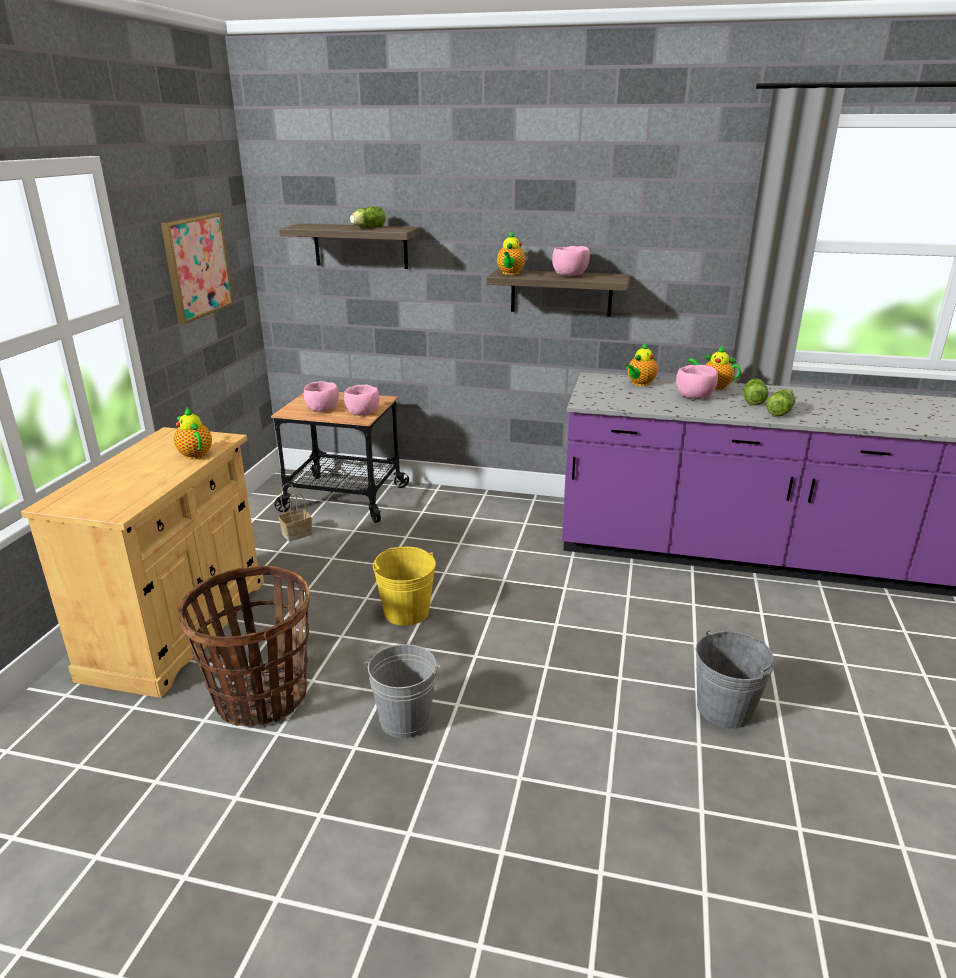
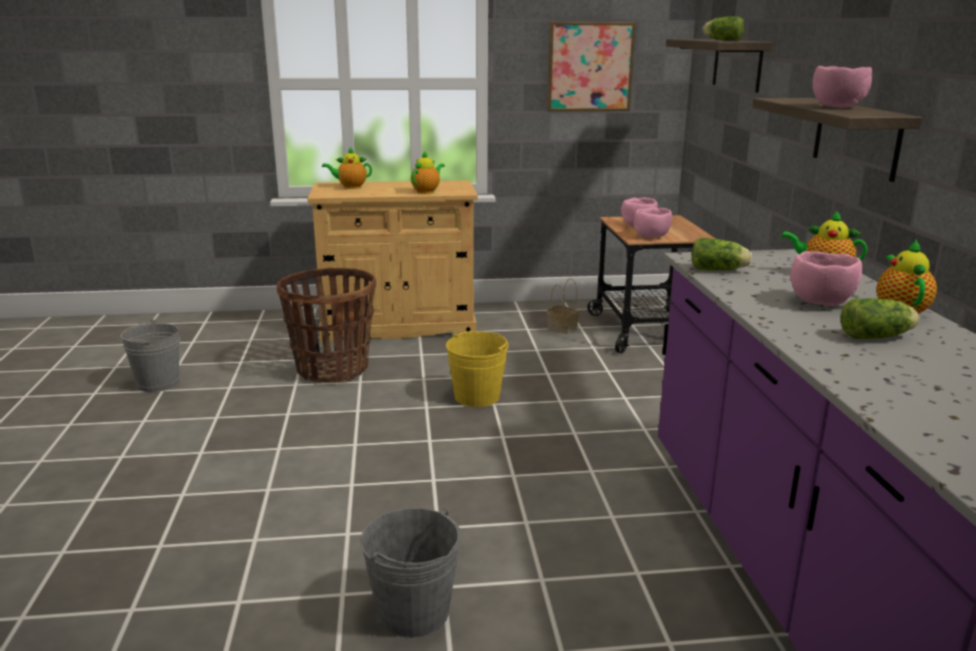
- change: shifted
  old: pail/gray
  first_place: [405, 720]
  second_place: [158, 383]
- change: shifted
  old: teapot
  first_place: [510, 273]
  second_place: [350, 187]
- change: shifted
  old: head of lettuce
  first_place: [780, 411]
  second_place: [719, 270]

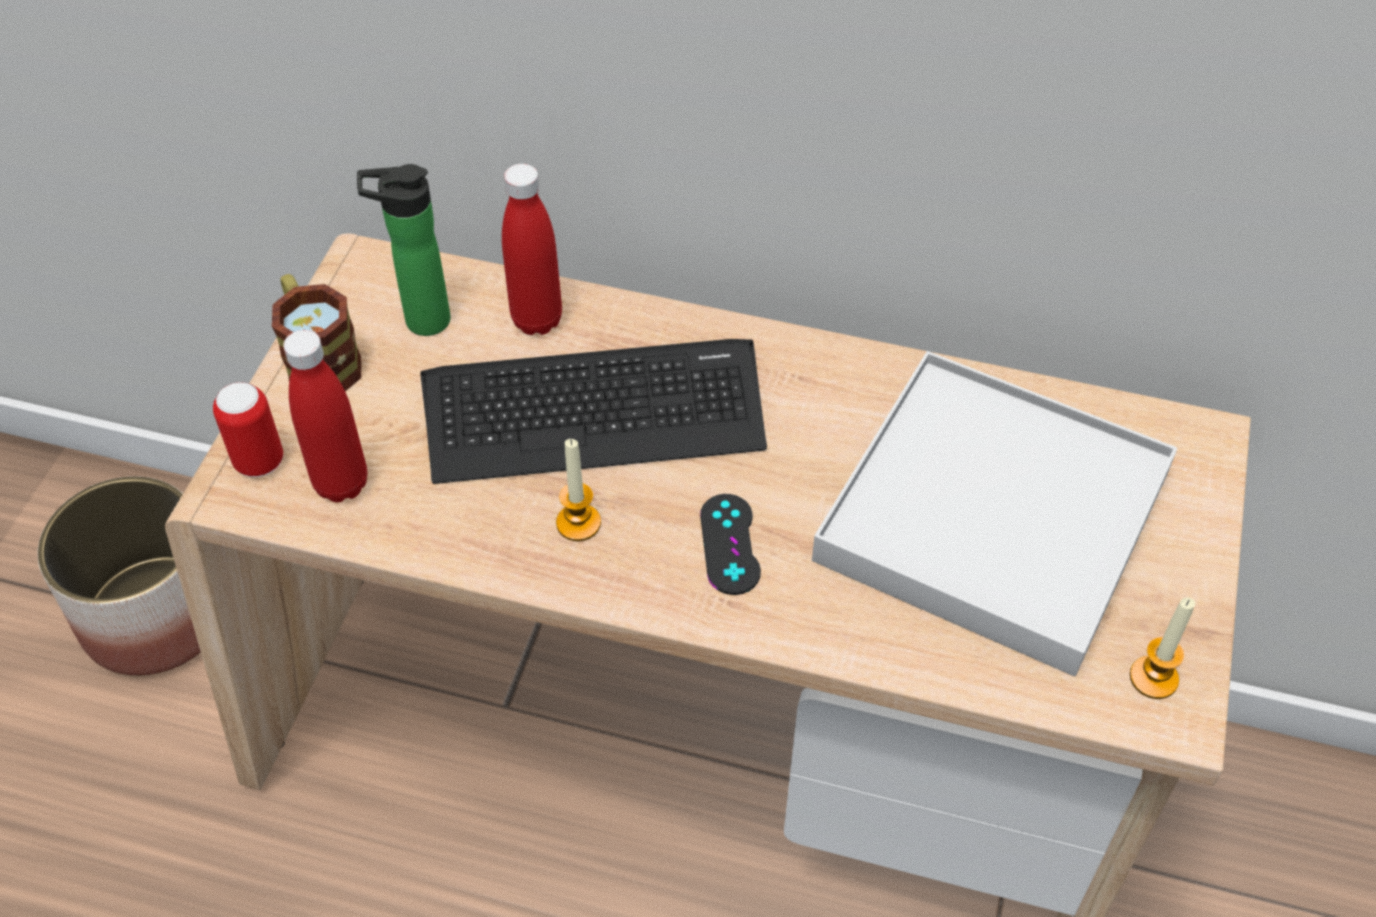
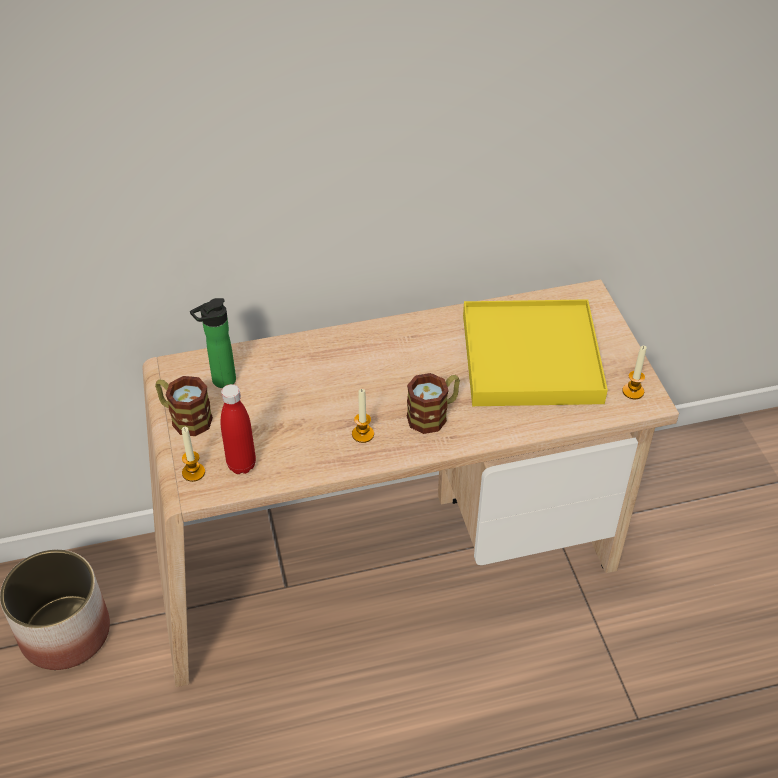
- change: swapped
  old: can
  new: wax candle
  first_place: [259, 461]
  second_place: [193, 472]
- change: gone
  old: keyboard
  first_place: [594, 411]
- change: gone
  old: beverage bottle/red
  first_place: [537, 320]
- change: swapped
  old: gamepad/black-coloured
  new: mug
  first_place: [730, 544]
  second_place: [433, 414]
- change: repainted
  old: serving tray/whitish
  new: serving tray/yellow
  first_place: [994, 516]
  second_place: [531, 358]

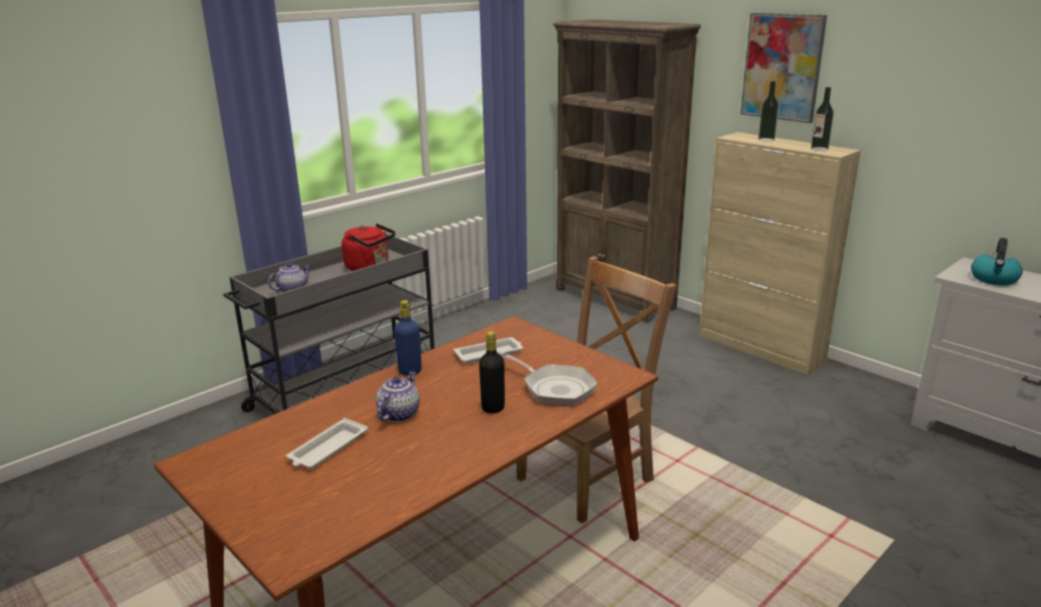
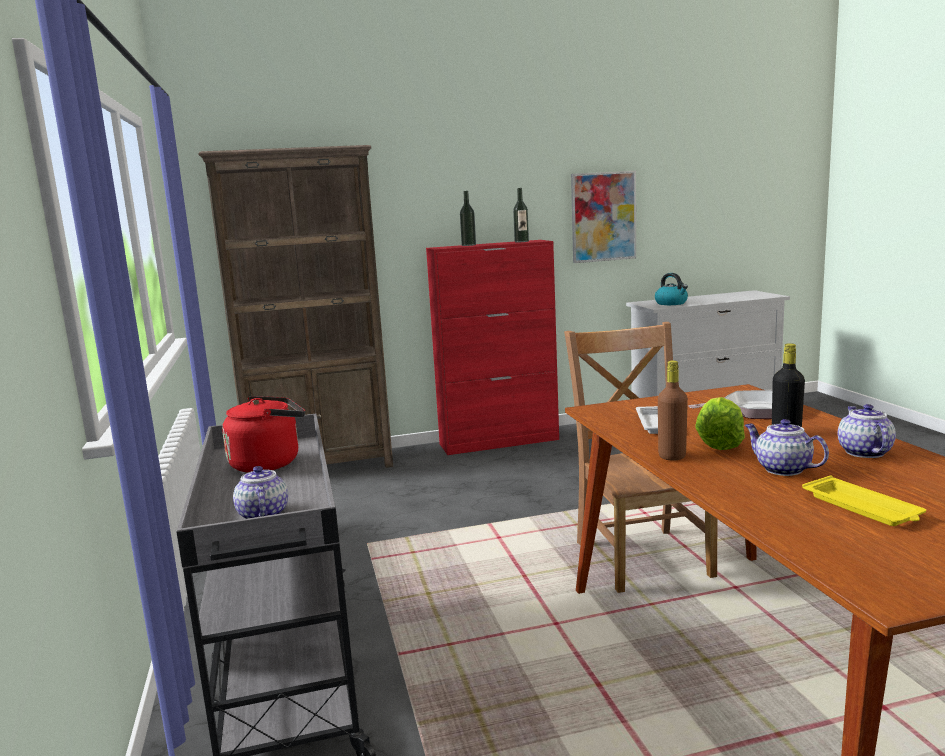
- change: repainted
  old: serving tray/whitish
  new: serving tray/yellow
  first_place: [327, 449]
  second_place: [863, 508]
- change: repainted
  old: beverage bottle/blue
  new: beverage bottle/brown-coloured
  first_place: [410, 371]
  second_place: [672, 456]
- change: repainted
  old: storage cabinet/sand-coloured
  new: storage cabinet/red
  first_place: [760, 348]
  second_place: [499, 442]
- change: shifted
  old: wall art
  first_place: [782, 67]
  second_place: [603, 217]
- change: new
  new: head of lettuce
  second_place: [719, 443]
- change: new
  new: teapot
  second_place: [863, 452]

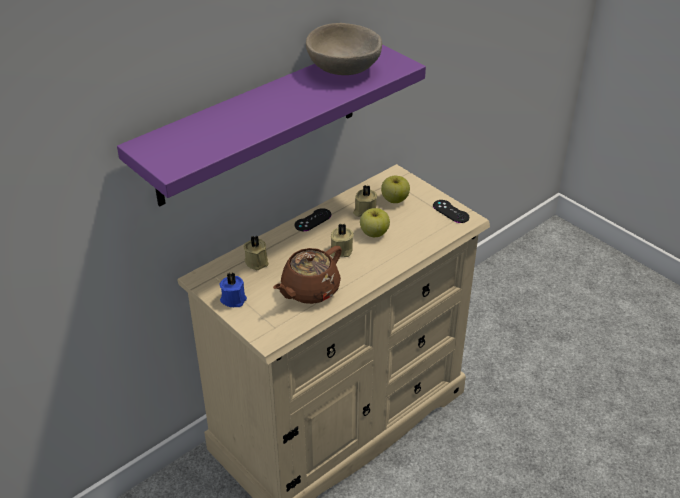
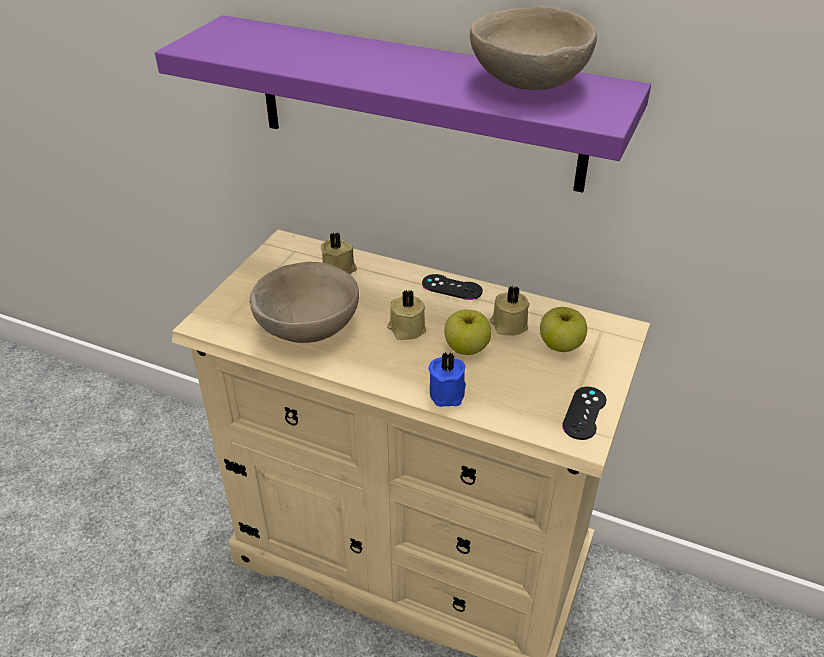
- change: shifted
  old: wax candle/blue
  first_place: [233, 298]
  second_place: [448, 393]
- change: swapped
  old: teapot/brown-coloured
  new: bowl/sand-coloured
  first_place: [309, 290]
  second_place: [309, 327]

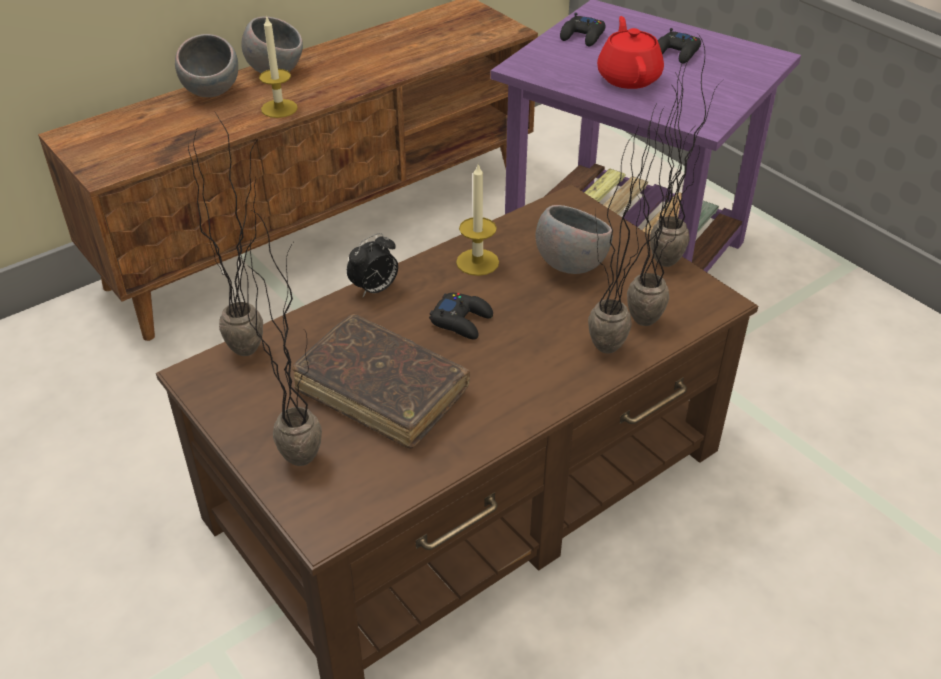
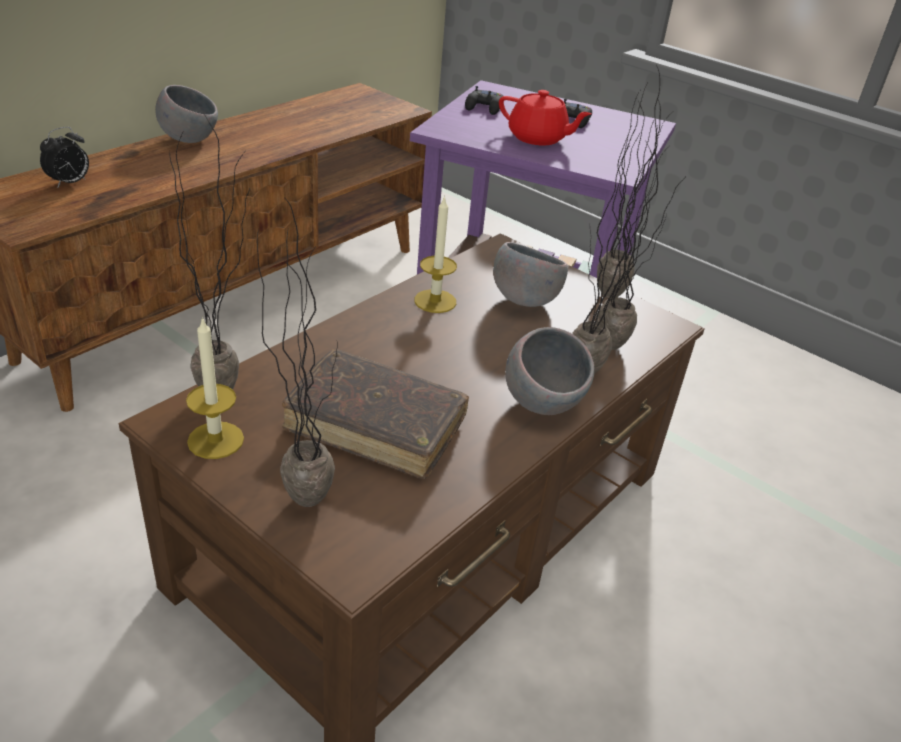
- change: shifted
  old: bowl/gray
  first_place: [212, 92]
  second_place: [542, 403]
- change: shifted
  old: wax candle
  first_place: [279, 108]
  second_place: [215, 440]
- change: shifted
  old: table clock
  first_place: [375, 290]
  second_place: [70, 183]
- change: gone
  old: gamepad/black-coloured
  first_place: [462, 321]
- change: rotated
  old: teapot/red
  first_place: [628, 77]
  second_place: [538, 138]
  degrees: 135

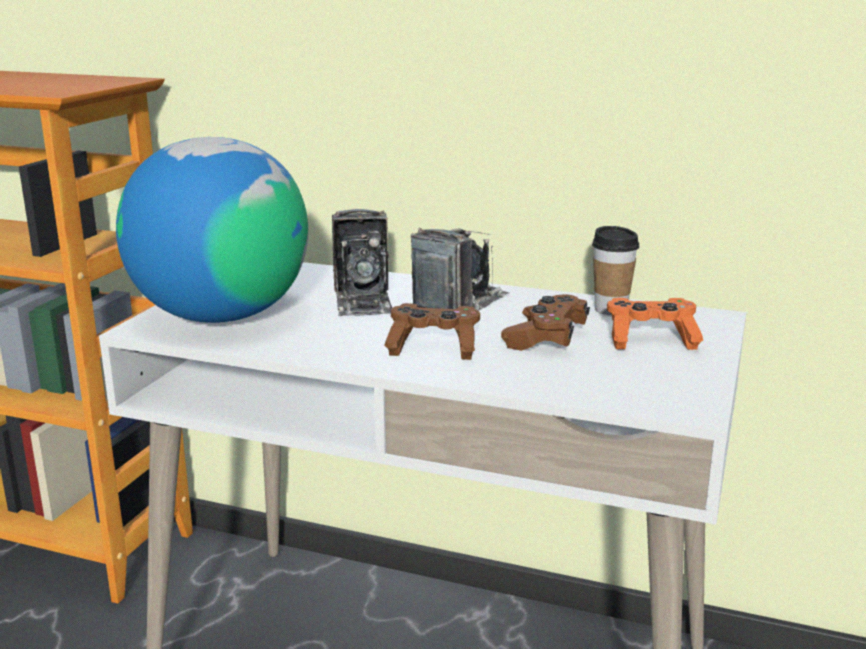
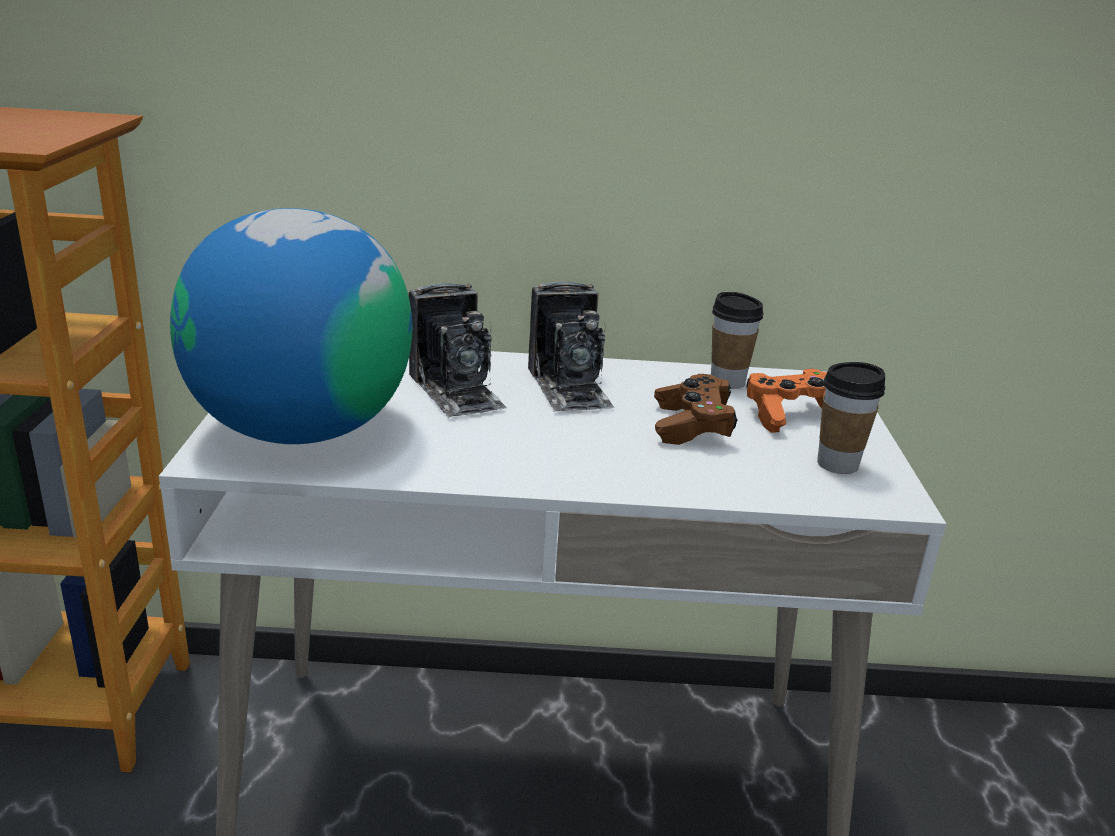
- change: gone
  old: gamepad/brown-coloured
  first_place: [433, 347]
- change: rotated
  old: still camera
  first_place: [461, 304]
  second_place: [569, 387]
  degrees: 150
- change: new
  new: cup
  second_place: [837, 464]

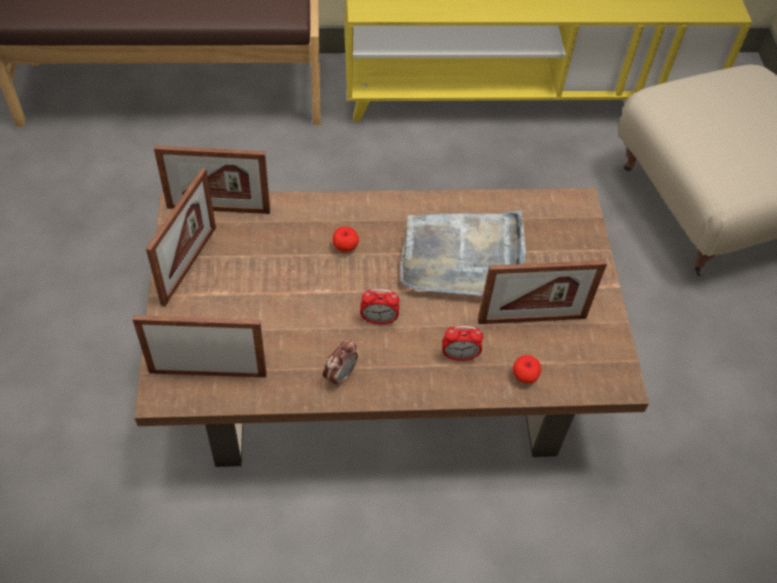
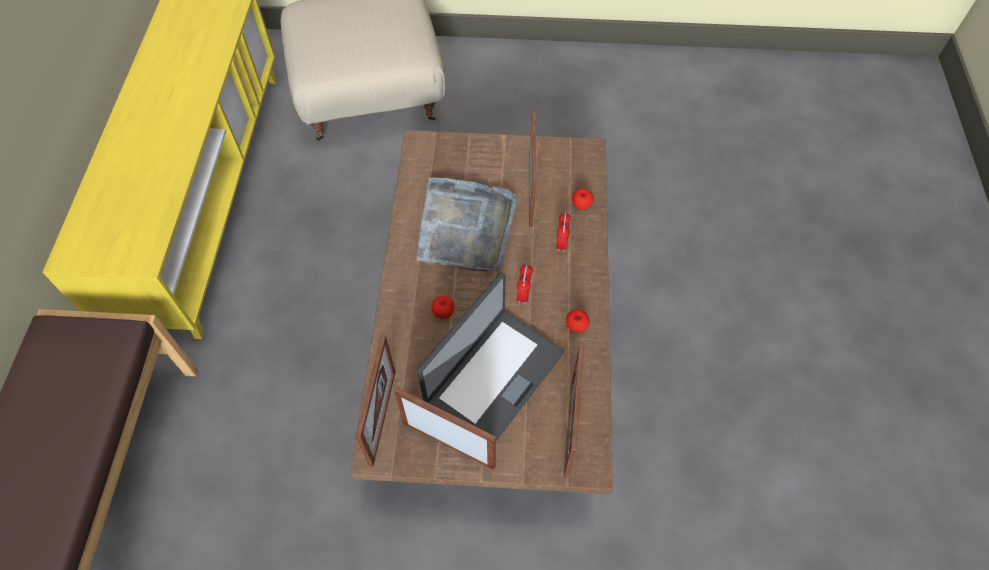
- change: swapped
  old: table clock
  new: apple fruit
  first_place: [340, 375]
  second_place: [576, 326]
- change: new
  new: portable computer
  second_place: [493, 376]

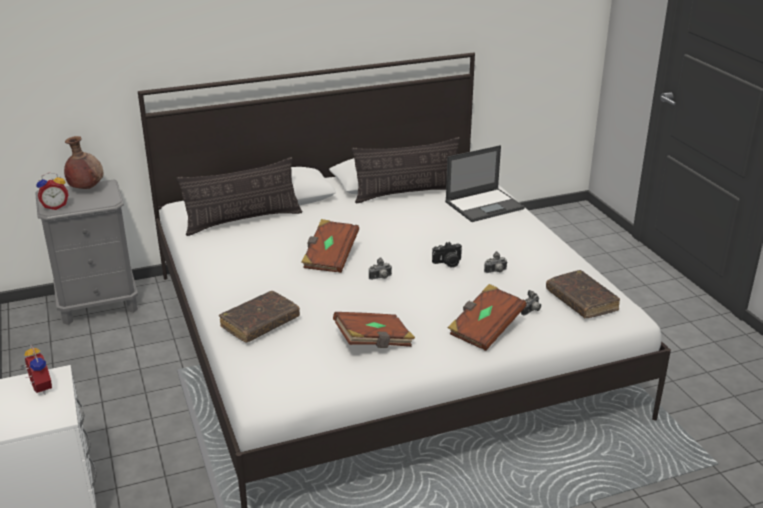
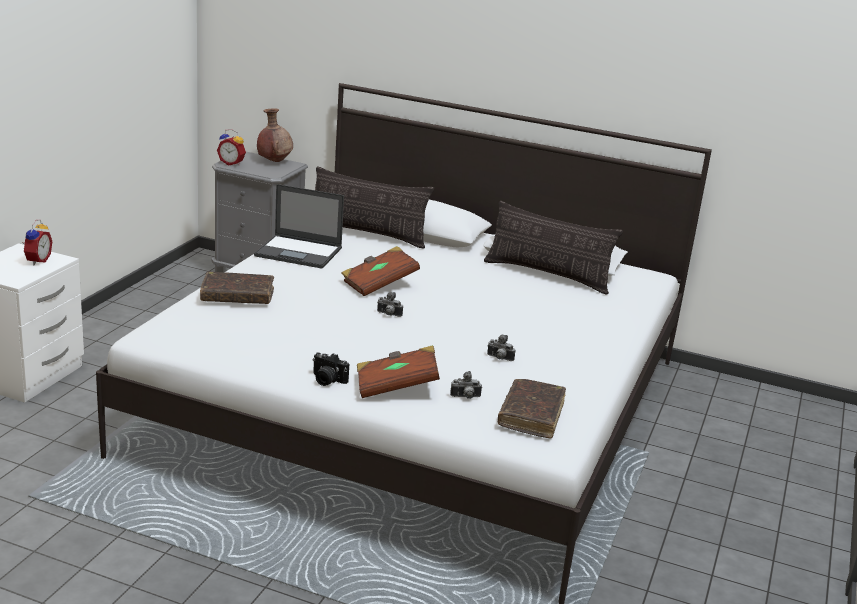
- change: gone
  old: volume/brown-coloured
  first_place: [374, 342]
- change: shifted
  old: still camera
  first_place: [448, 263]
  second_place: [327, 380]
- change: shifted
  old: portable computer
  first_place: [485, 205]
  second_place: [299, 252]

